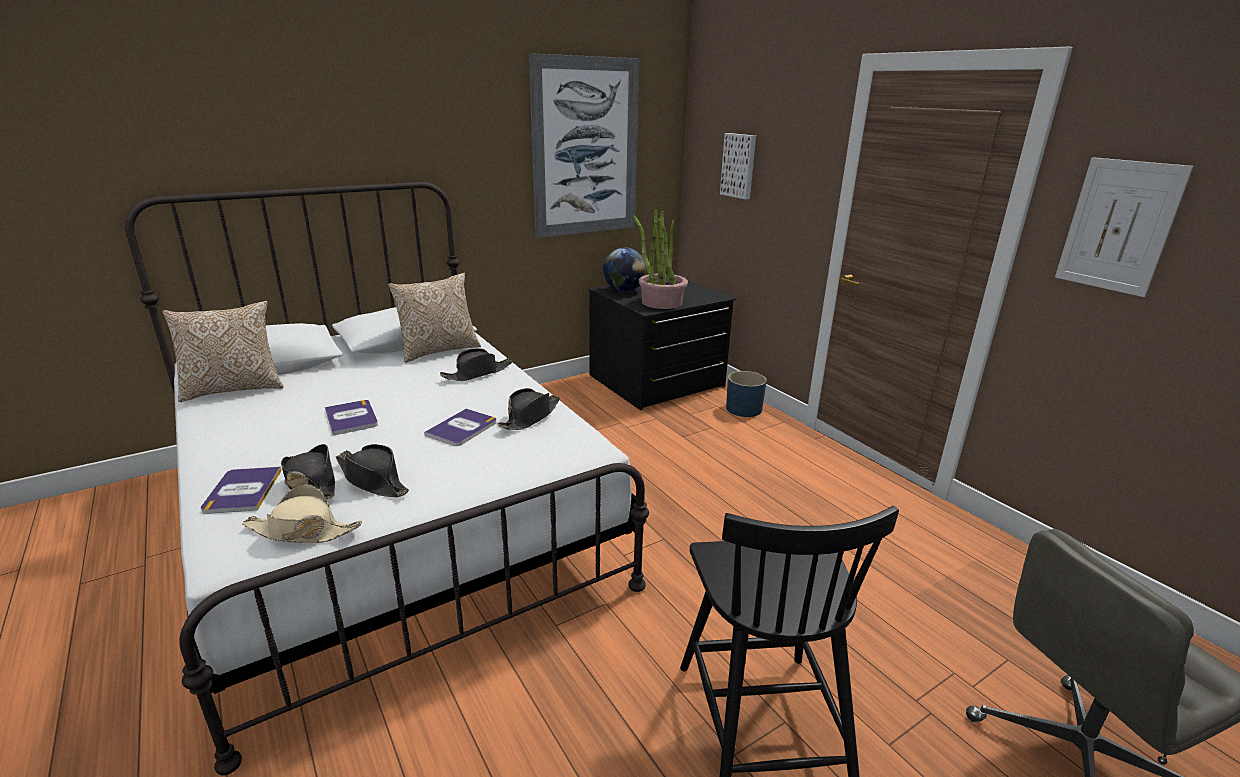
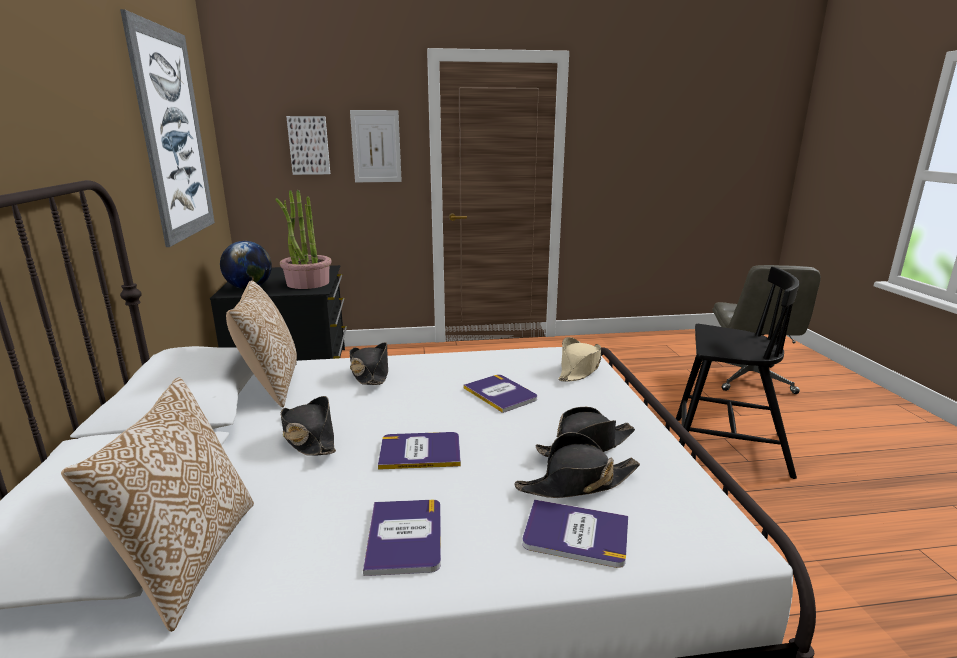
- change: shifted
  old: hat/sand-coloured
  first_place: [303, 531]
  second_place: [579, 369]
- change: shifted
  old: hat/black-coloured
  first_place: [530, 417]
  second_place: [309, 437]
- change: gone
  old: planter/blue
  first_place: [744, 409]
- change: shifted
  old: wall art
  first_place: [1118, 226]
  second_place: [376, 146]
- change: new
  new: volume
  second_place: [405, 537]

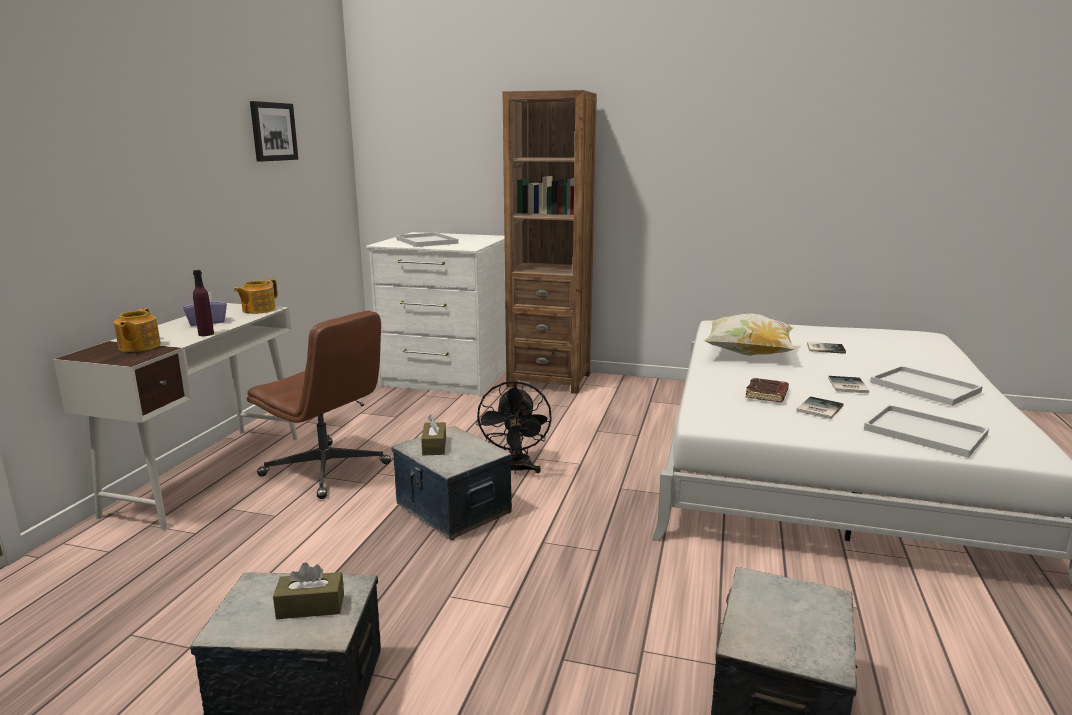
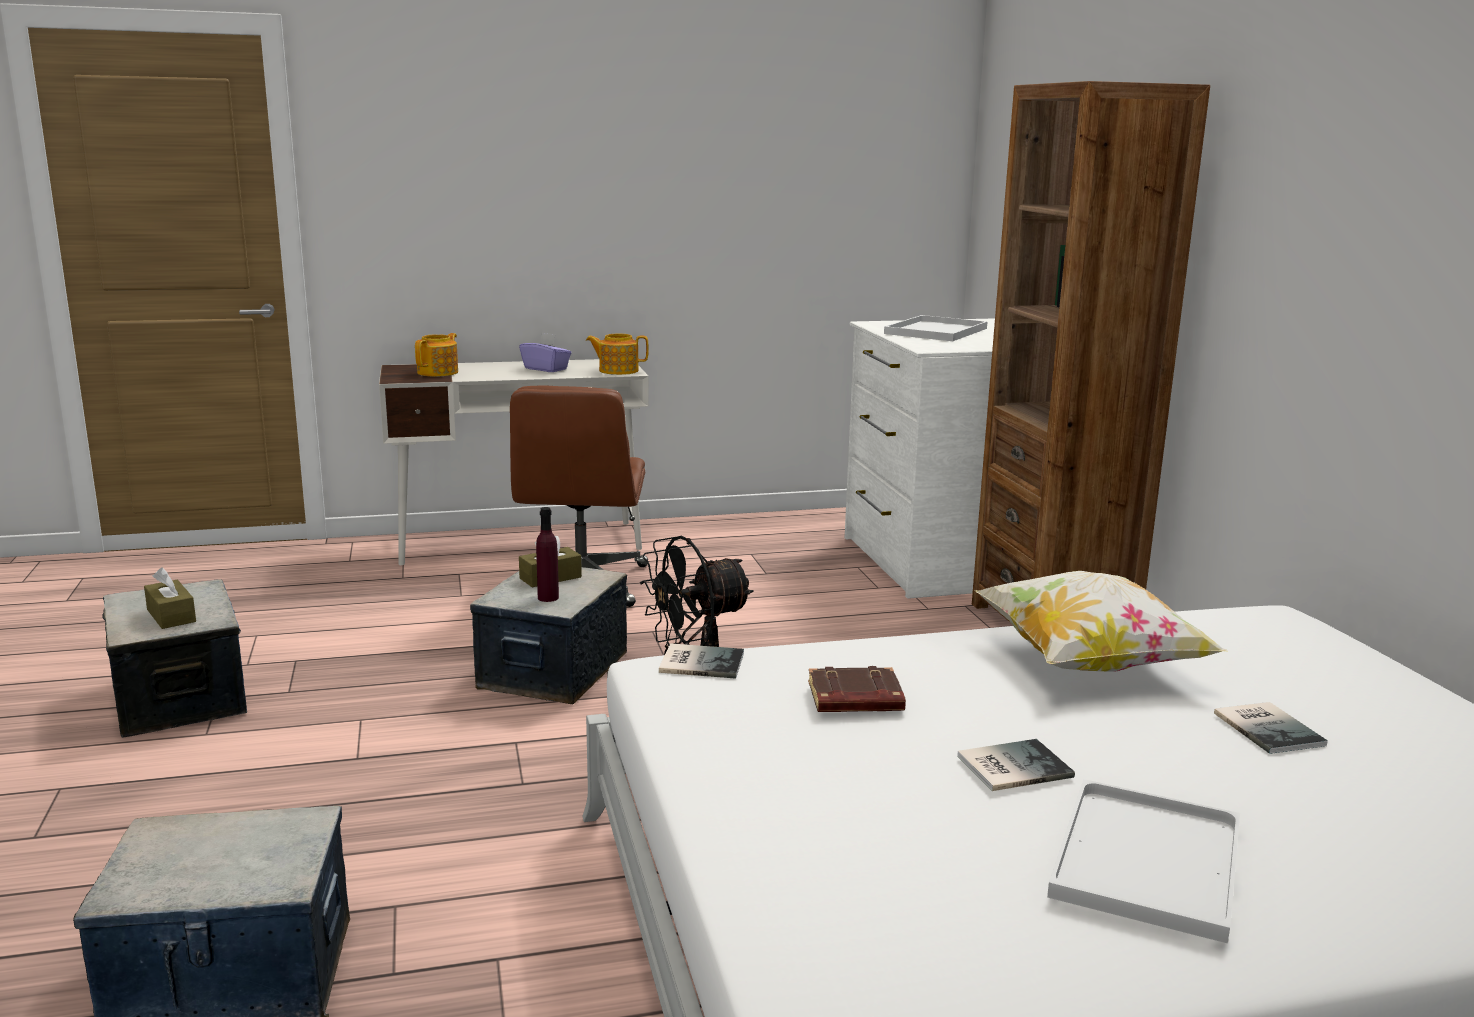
- change: rotated
  old: teapot
  first_place: [138, 347]
  second_place: [439, 372]
  degrees: 150
- change: shifted
  old: beverage bottle/purple
  first_place: [206, 334]
  second_place: [548, 597]
- change: gone
  old: wall art
  first_place: [273, 131]
- change: shifted
  old: volume
  first_place: [818, 408]
  second_place: [700, 662]
- change: gone
  old: serving tray/whitish
  first_place: [927, 432]

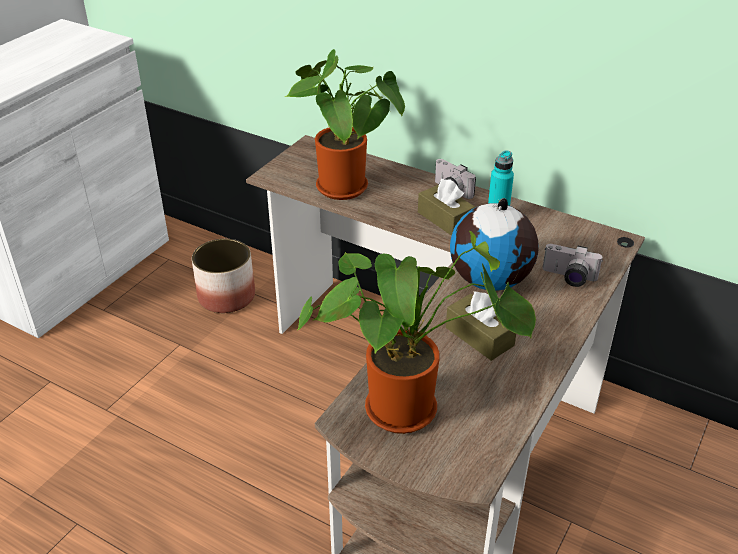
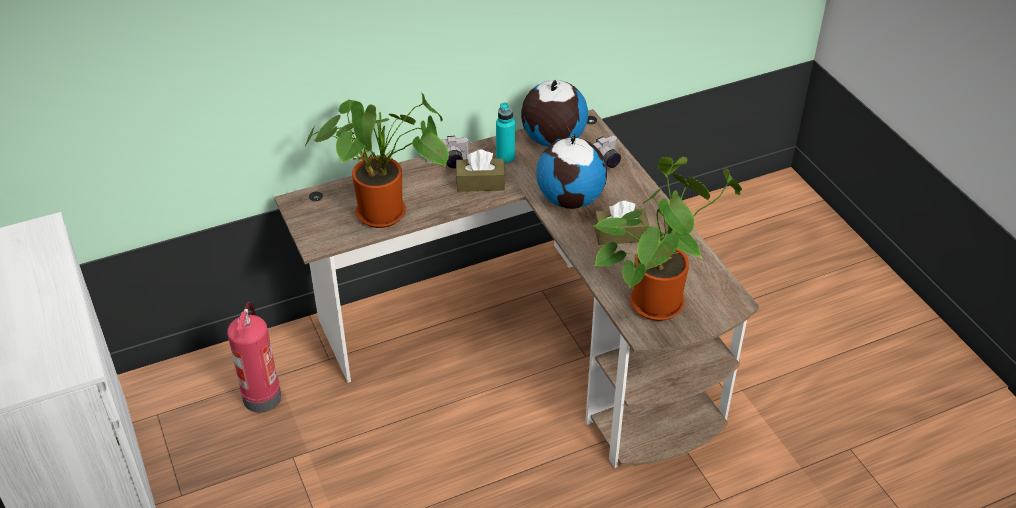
- change: swapped
  old: planter
  new: fire extinguisher
  first_place: [227, 296]
  second_place: [261, 395]
- change: new
  new: desk globe
  second_place: [552, 140]

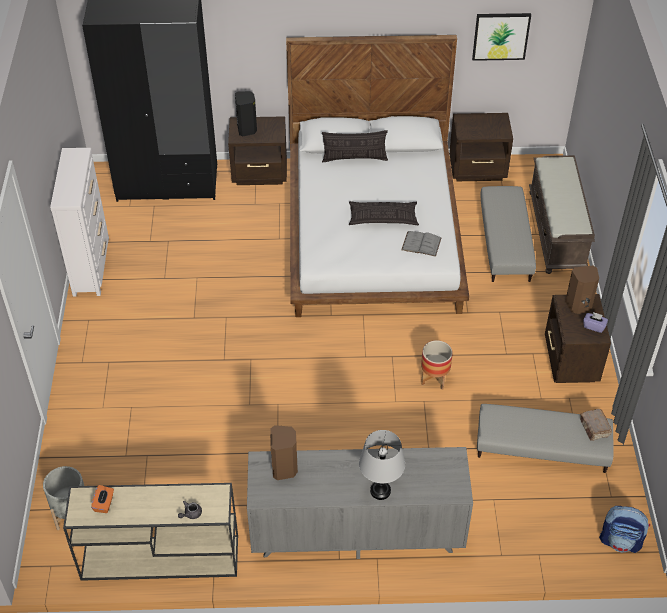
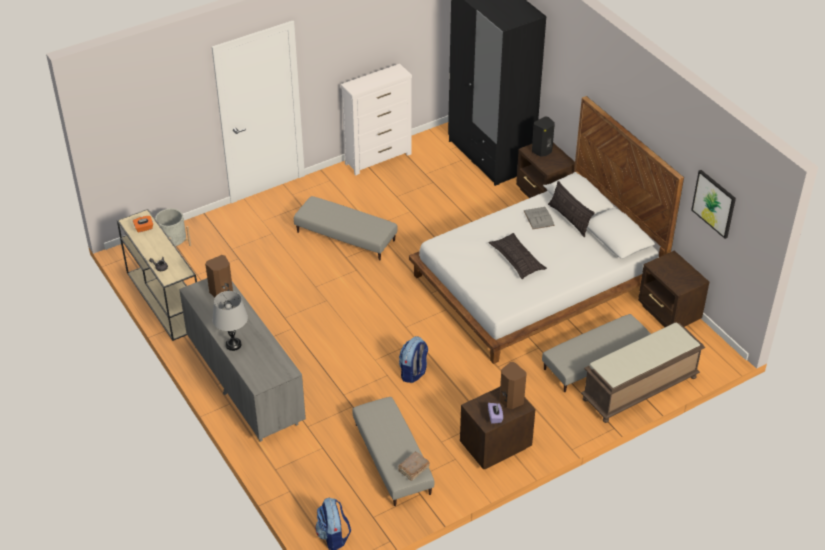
- change: shifted
  old: volume/gray
  first_place: [421, 244]
  second_place: [538, 218]
- change: swapped
  old: planter
  new: knapsack
  first_place: [434, 378]
  second_place: [413, 373]
- change: new
  new: ottoman/gray
  second_place: [345, 236]

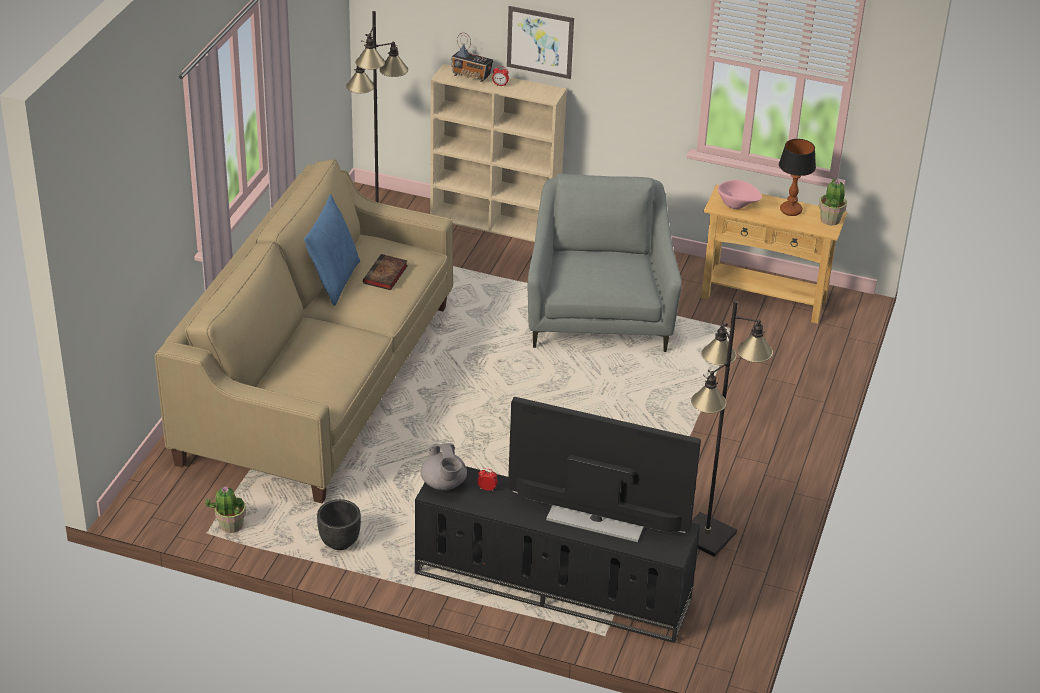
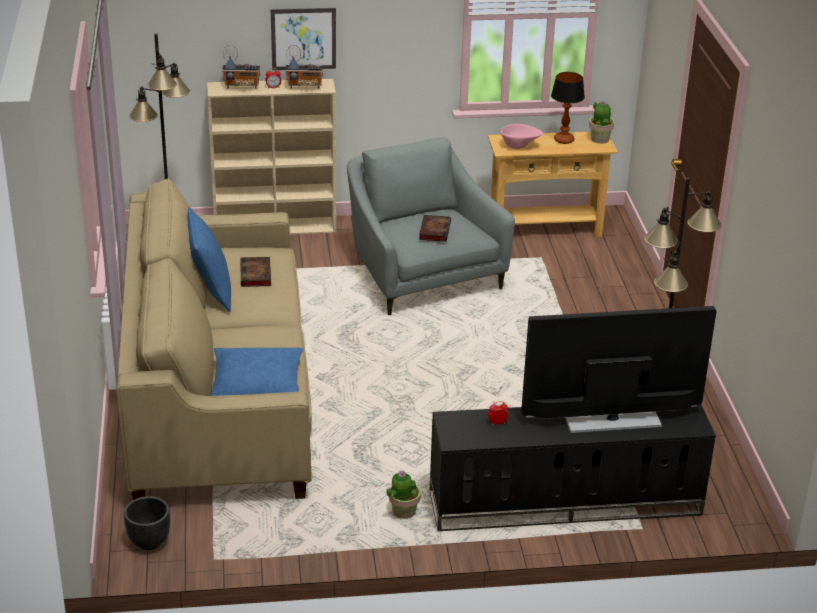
- change: shifted
  old: potted plant
  first_place: [230, 525]
  second_place: [403, 512]
- change: shifted
  old: planter/black-coloured
  first_place: [339, 542]
  second_place: [149, 542]
- change: gone
  old: teapot/gray
  first_place: [444, 484]
- change: new
  new: cushion/blue
  second_place: [257, 386]
- change: new
  new: radio receiver
  second_place: [305, 86]
- change: new
  new: volume
  second_place: [434, 230]

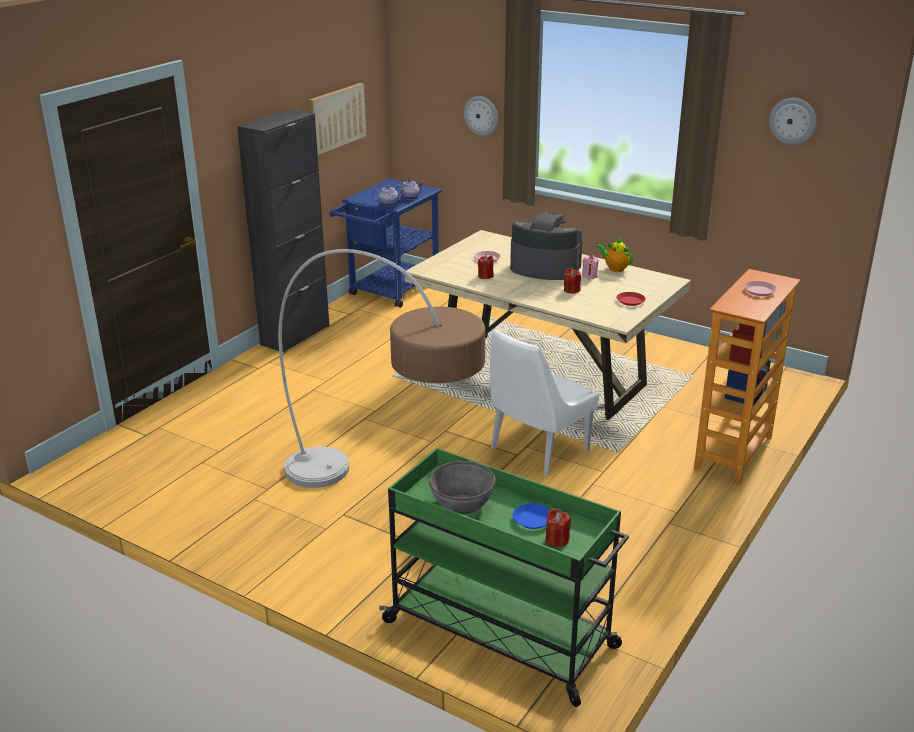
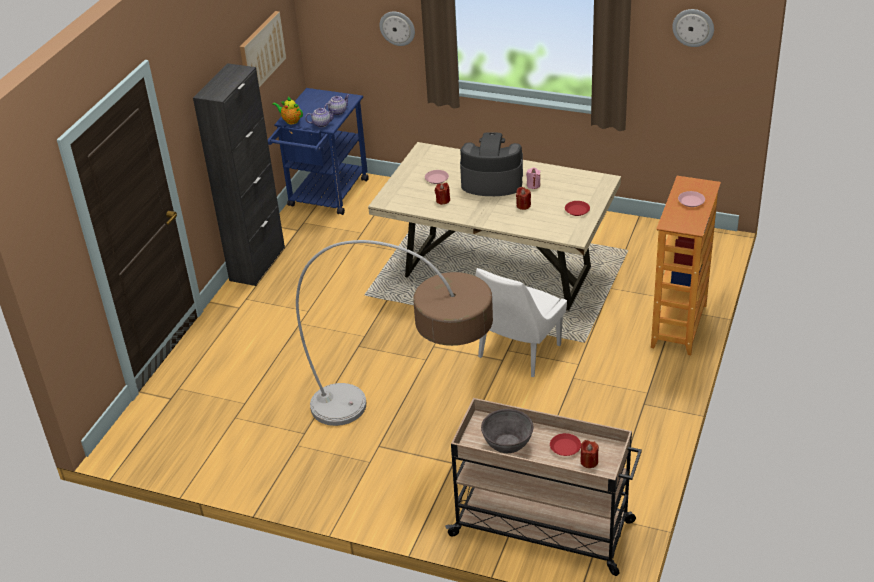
- change: repainted
  old: wheeled cart/green-coloured
  new: wheeled cart/sand-coloured
  first_place: [502, 635]
  second_place: [544, 529]
- change: repainted
  old: plate/blue
  new: plate/red
  first_place: [532, 519]
  second_place: [565, 447]
- change: shifted
  old: teapot
  first_place: [615, 268]
  second_place: [290, 121]

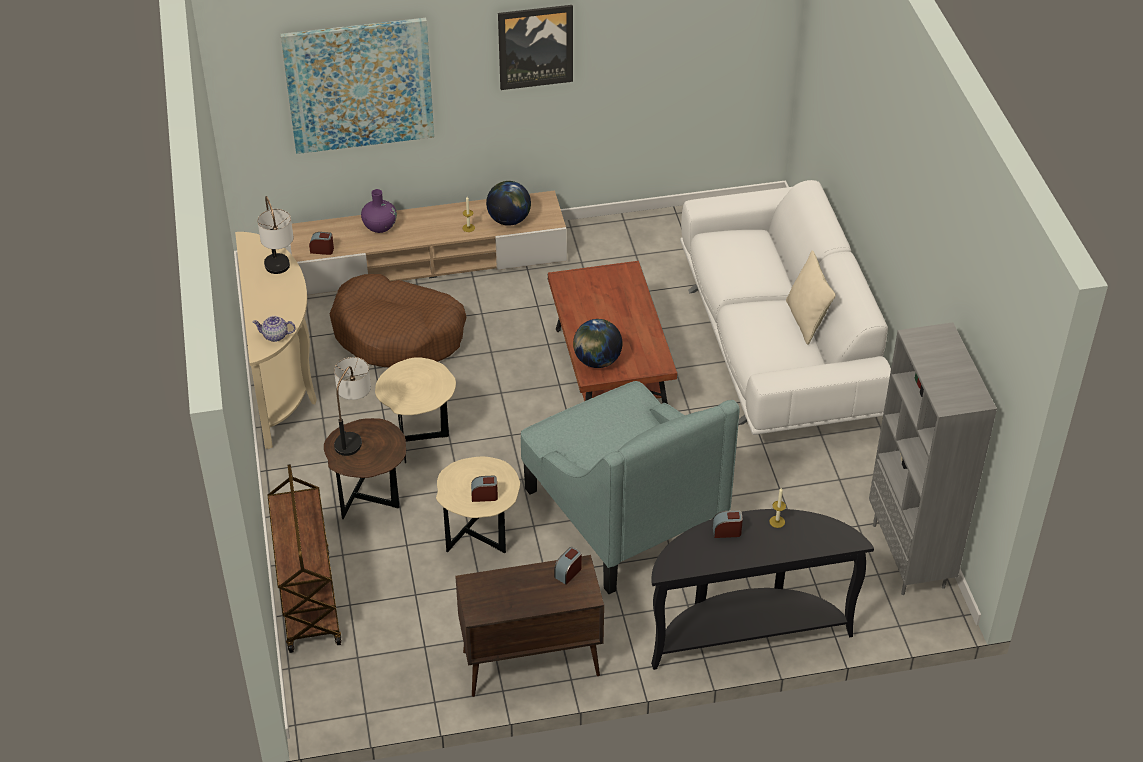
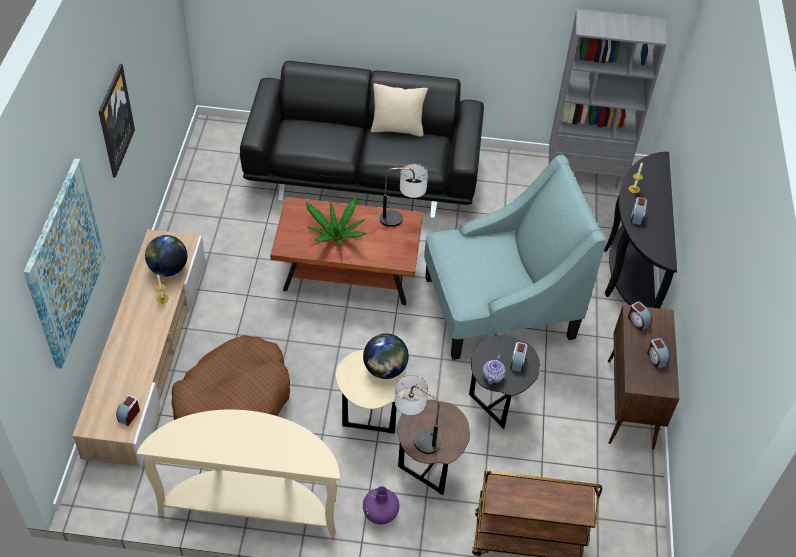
- change: shifted
  old: teapot
  first_place: [275, 336]
  second_place: [493, 376]
- change: shifted
  old: lamp for a table
  first_place: [280, 273]
  second_place: [402, 219]
- change: shifted
  old: flower vase/purple
  first_place: [379, 226]
  second_place: [380, 513]
- change: repainted
  old: accent table/sand-coloured
  new: accent table/black-coloured
  first_place: [480, 539]
  second_place: [497, 402]
- change: shifted
  old: desk globe
  first_place: [597, 361]
  second_place: [385, 369]
- change: repainted
  old: sofa/whitish
  new: sofa/black-coloured
  first_place: [777, 347]
  second_place: [364, 172]
- change: new
  new: potted plant
  second_place: [335, 235]
- change: new
  new: table clock
  second_place: [656, 358]

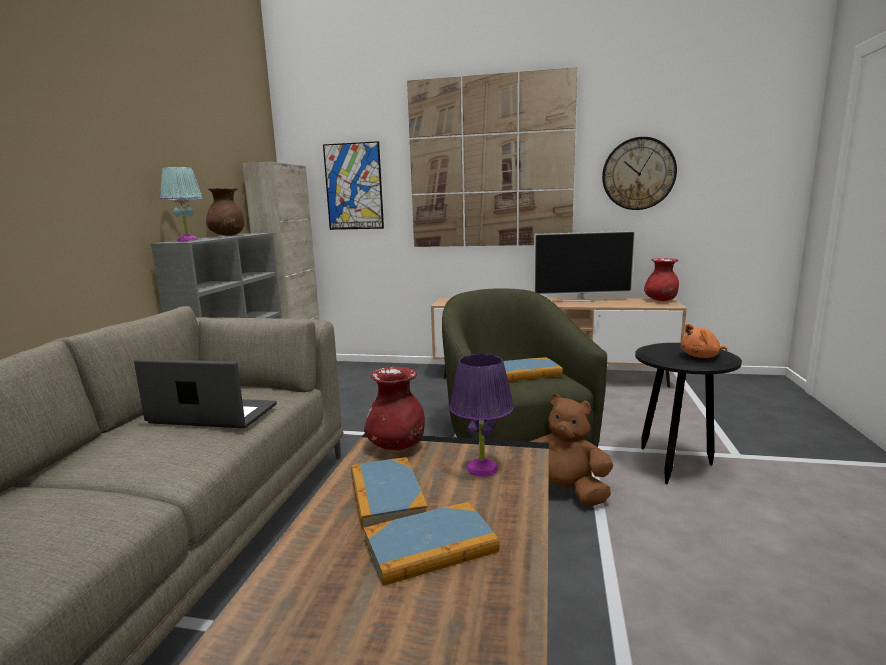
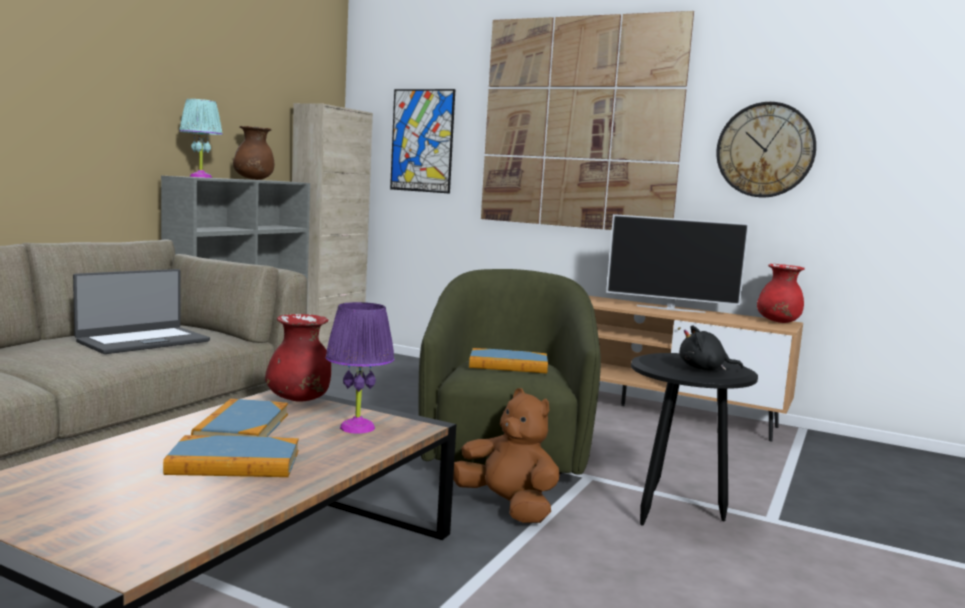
- change: rotated
  old: portable computer
  first_place: [212, 415]
  second_place: [143, 341]
  degrees: 105
- change: repainted
  old: soft toy/orange
  new: soft toy/black-coloured
  first_place: [701, 356]
  second_place: [704, 369]

